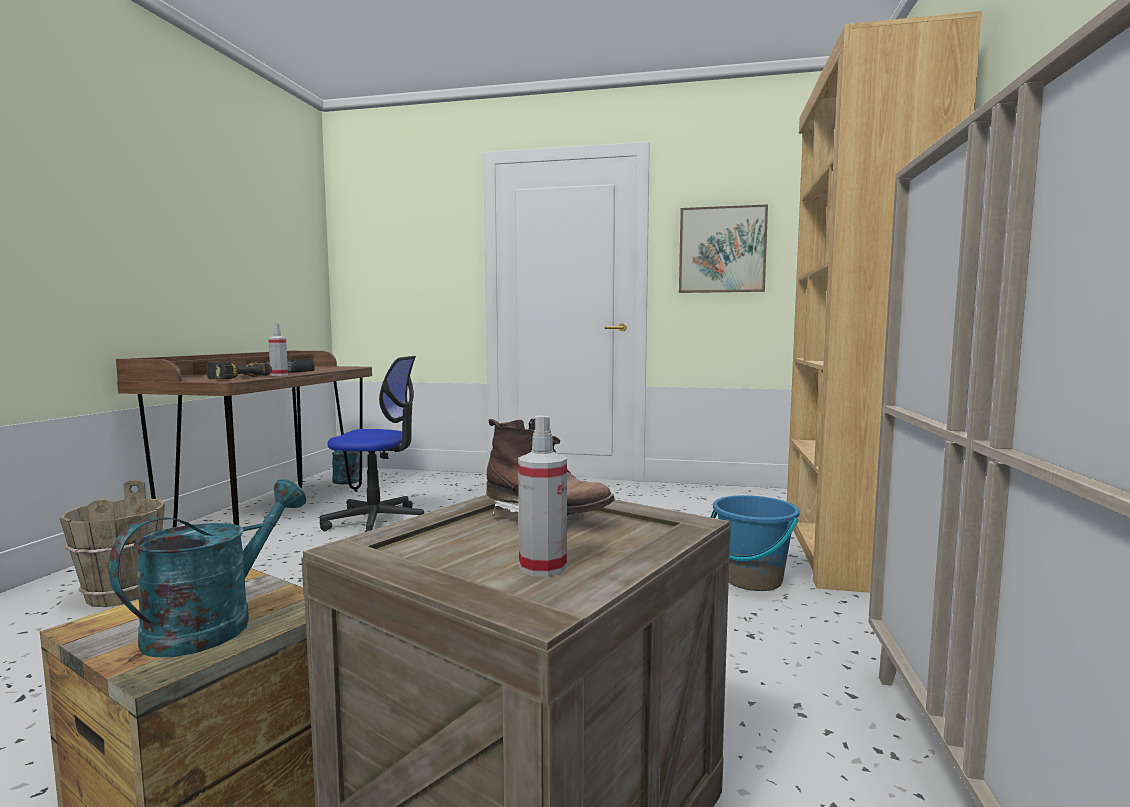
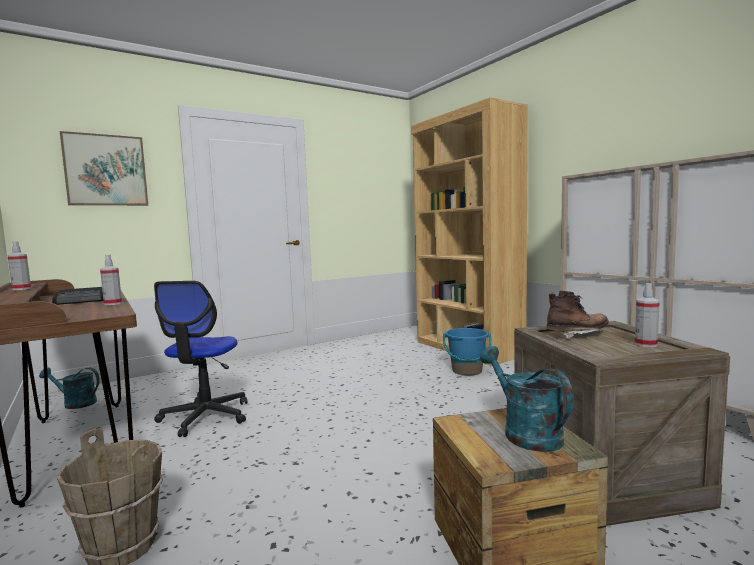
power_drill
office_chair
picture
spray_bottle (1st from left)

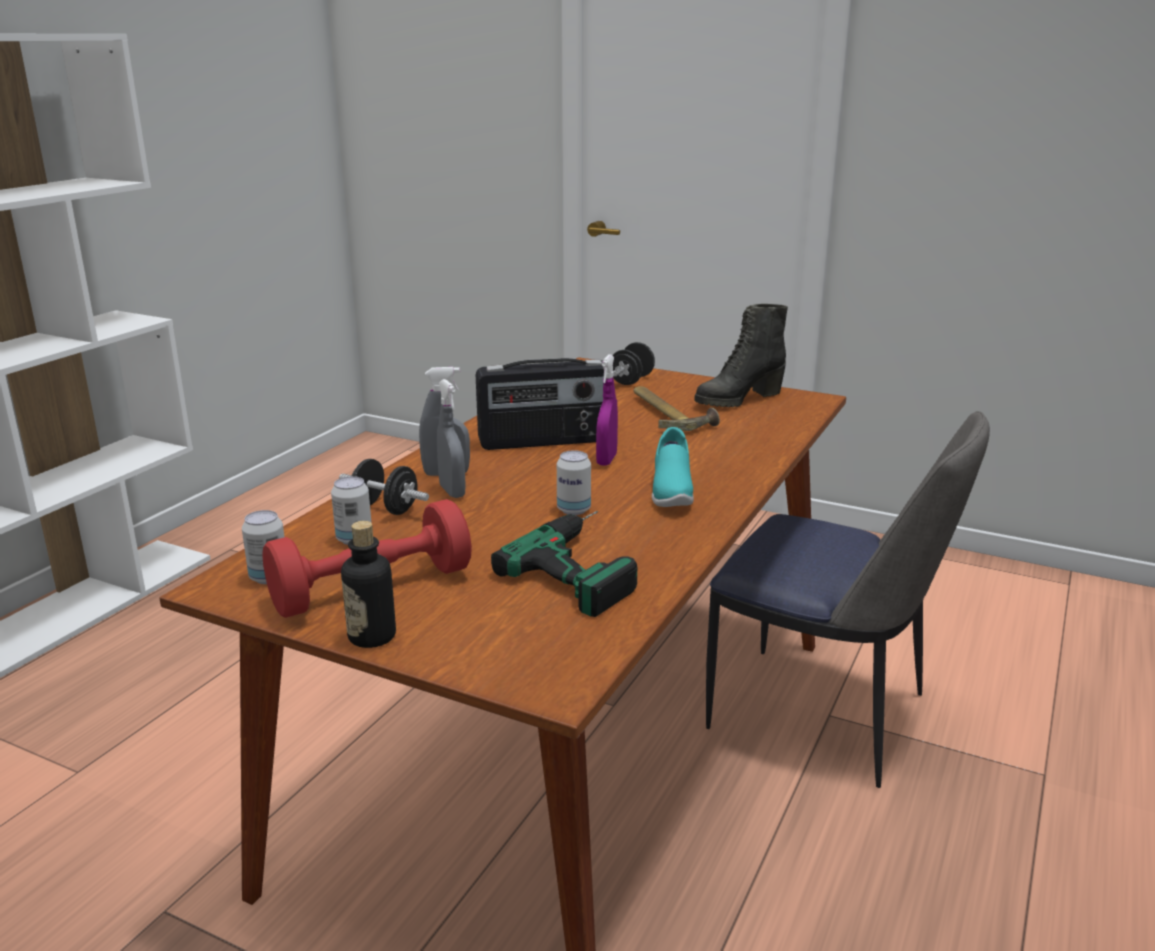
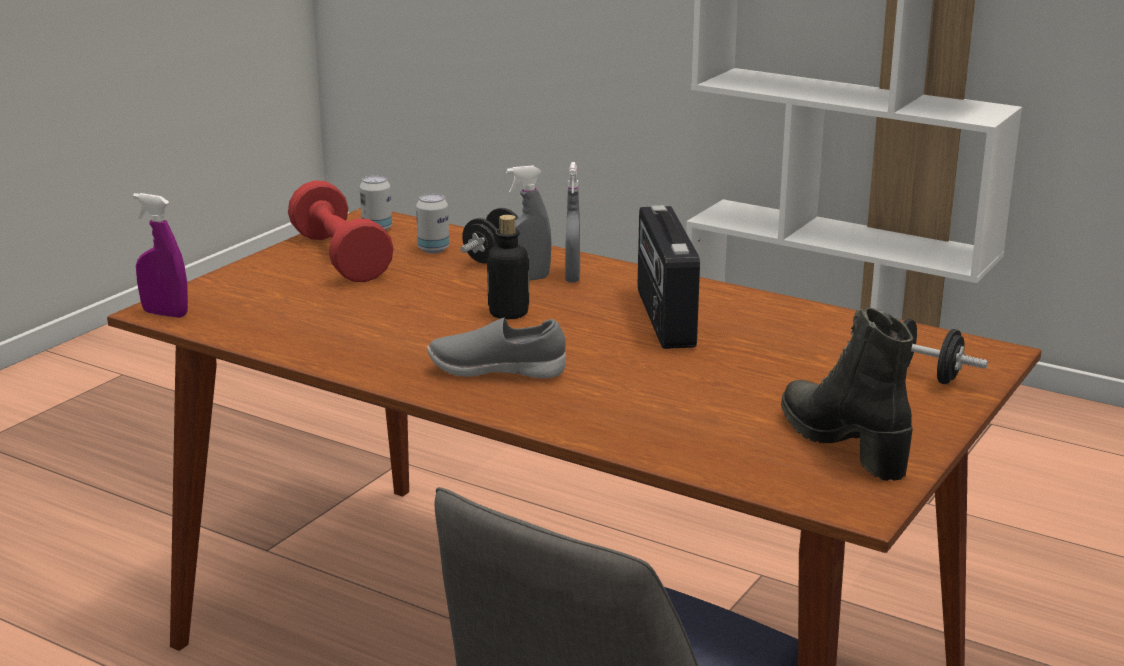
bottle
power_drill
can (3rd from left in the first image)
purple_spray_bottle
hammer
grey_shoe

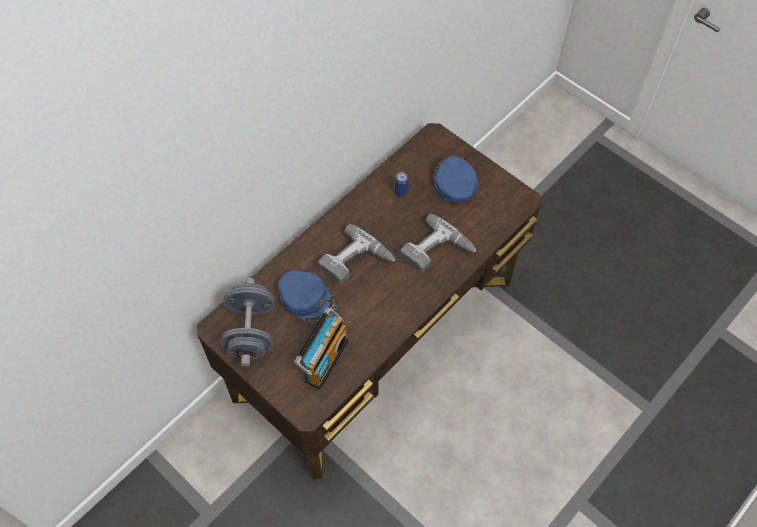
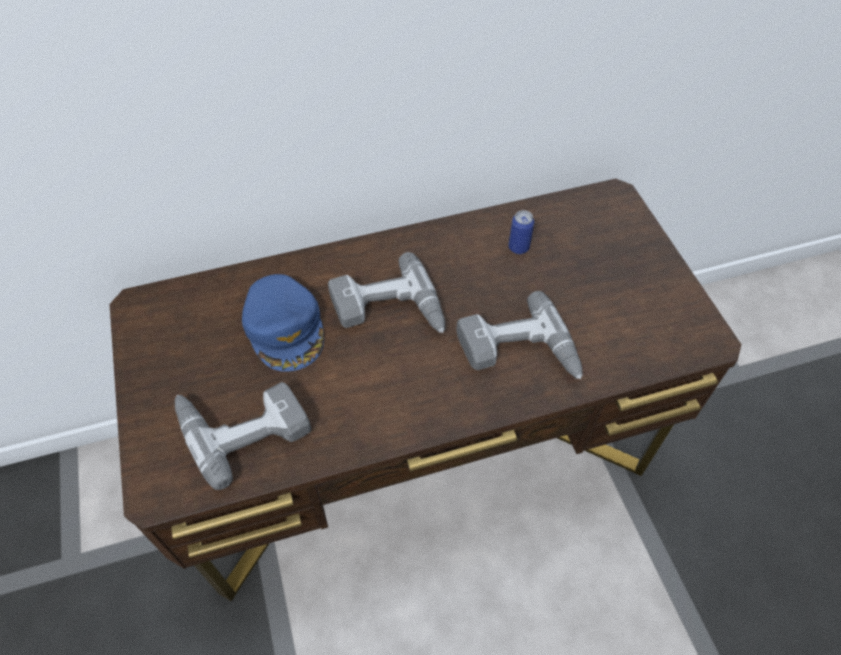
grey_dumbbell
power_drill (1st from left)
blue_cap (2nd from left in the first image)

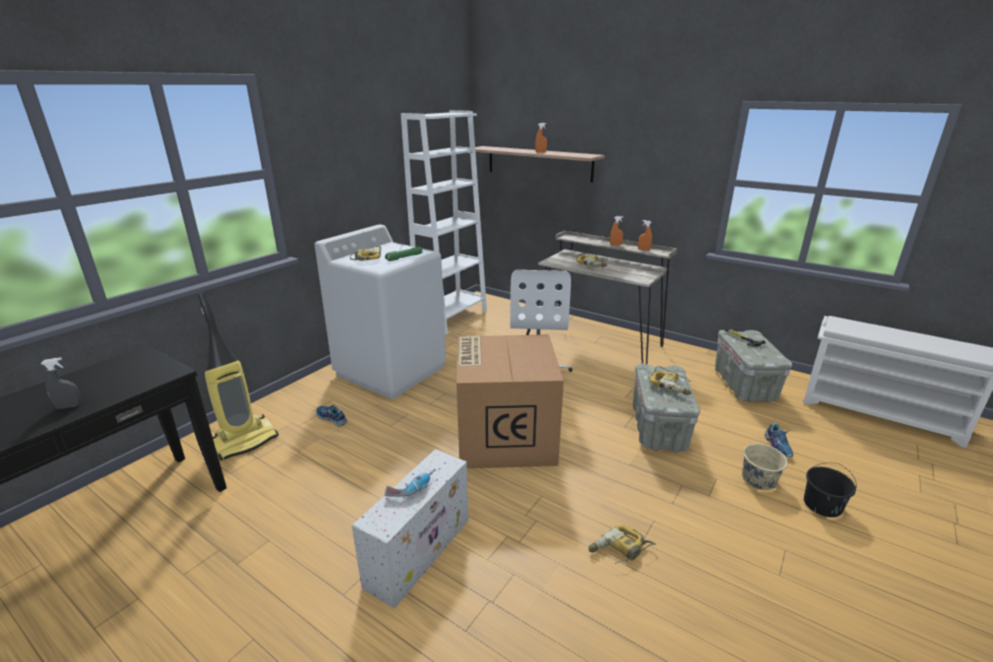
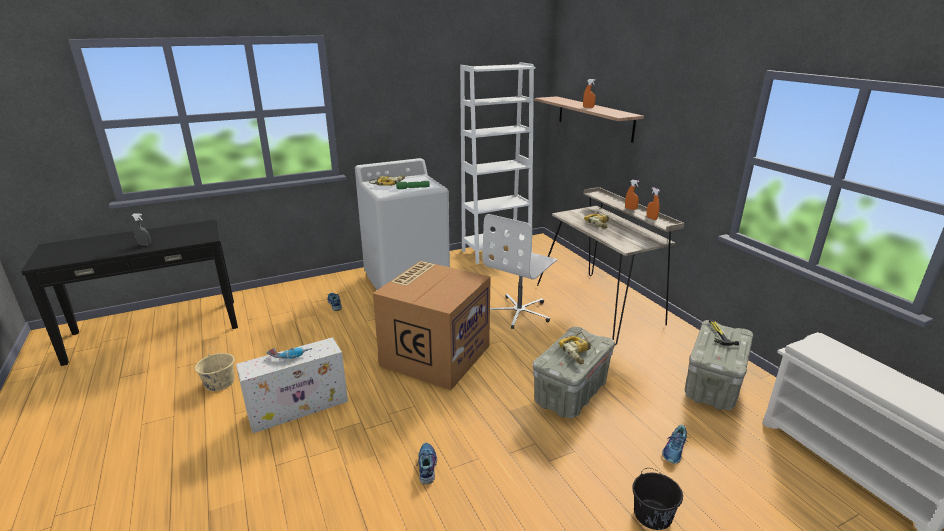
vacuum_cleaner
shoe (2nd from left)
beige_bucket

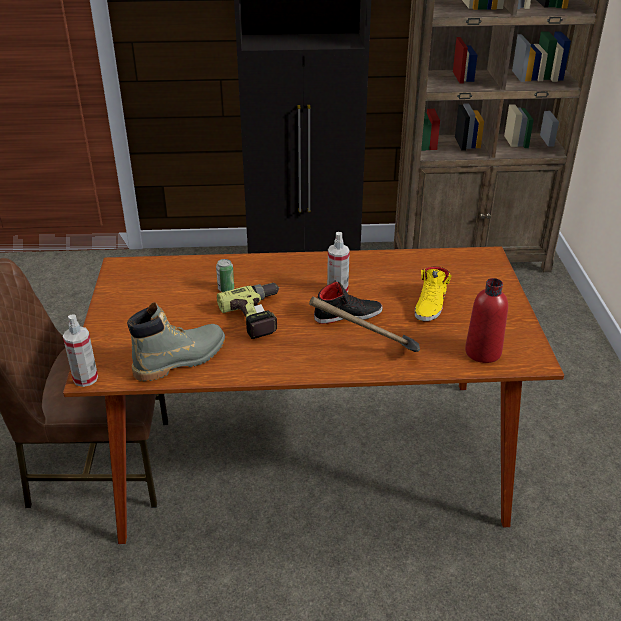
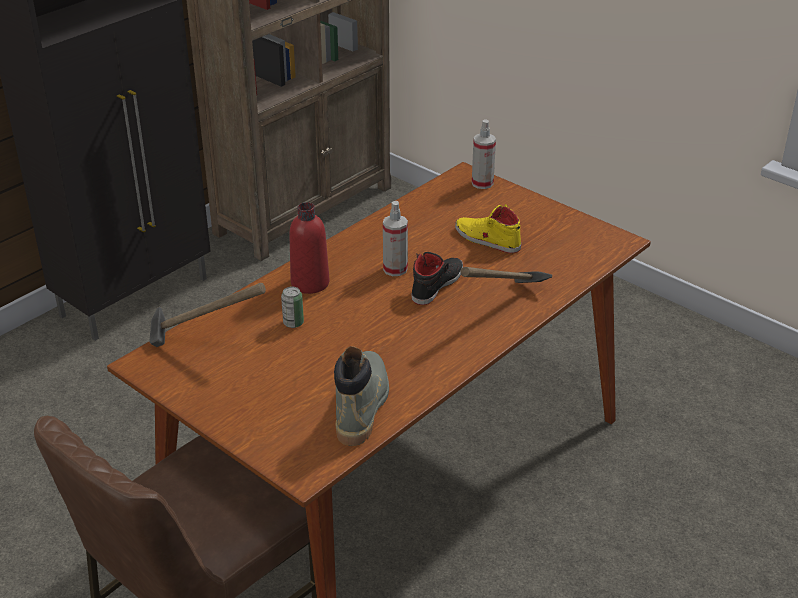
spray_bottle (2nd from left)
power_drill
yellow_shoe
red_bottle
hammer (1st from left)

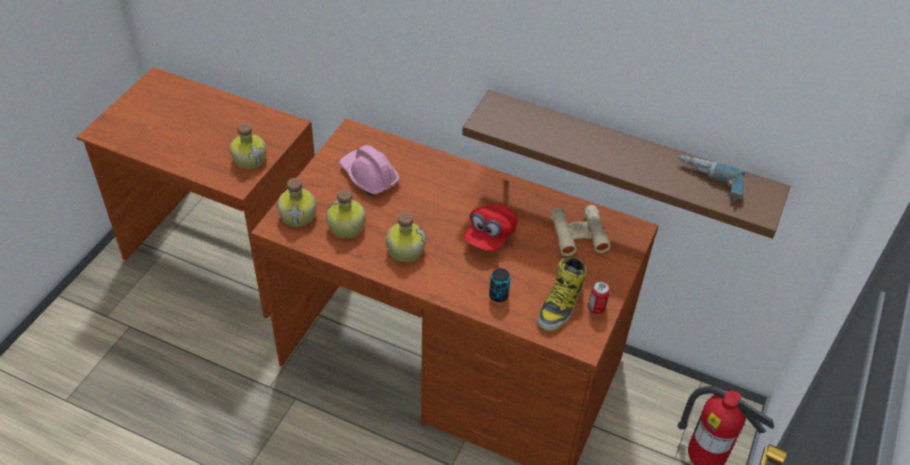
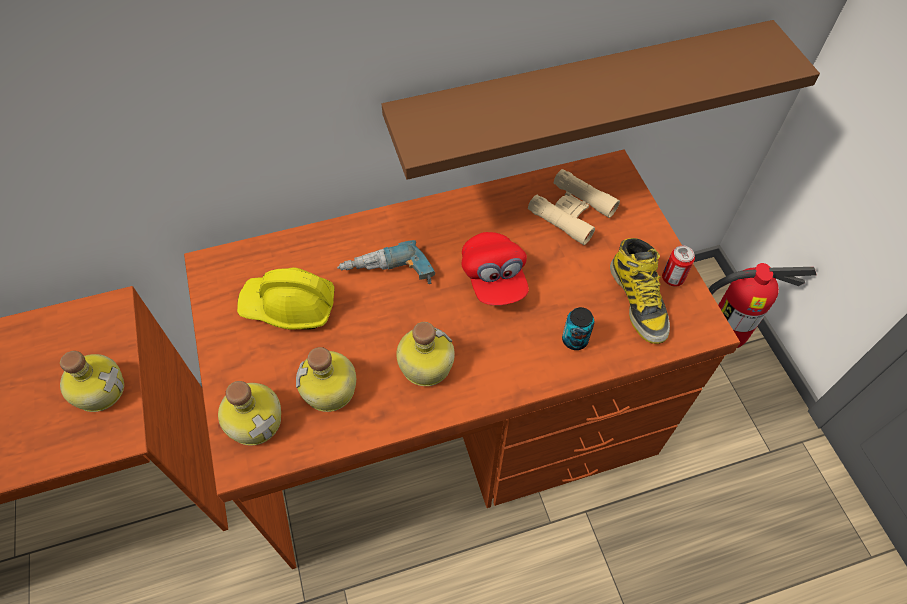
yellow_hard_hat
power_drill

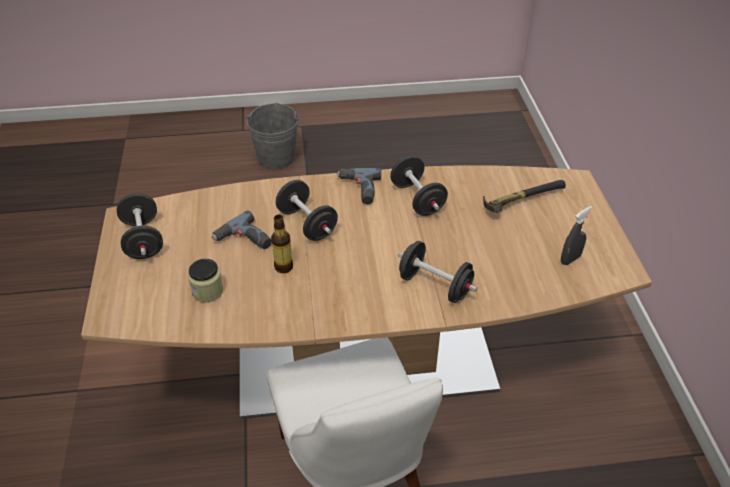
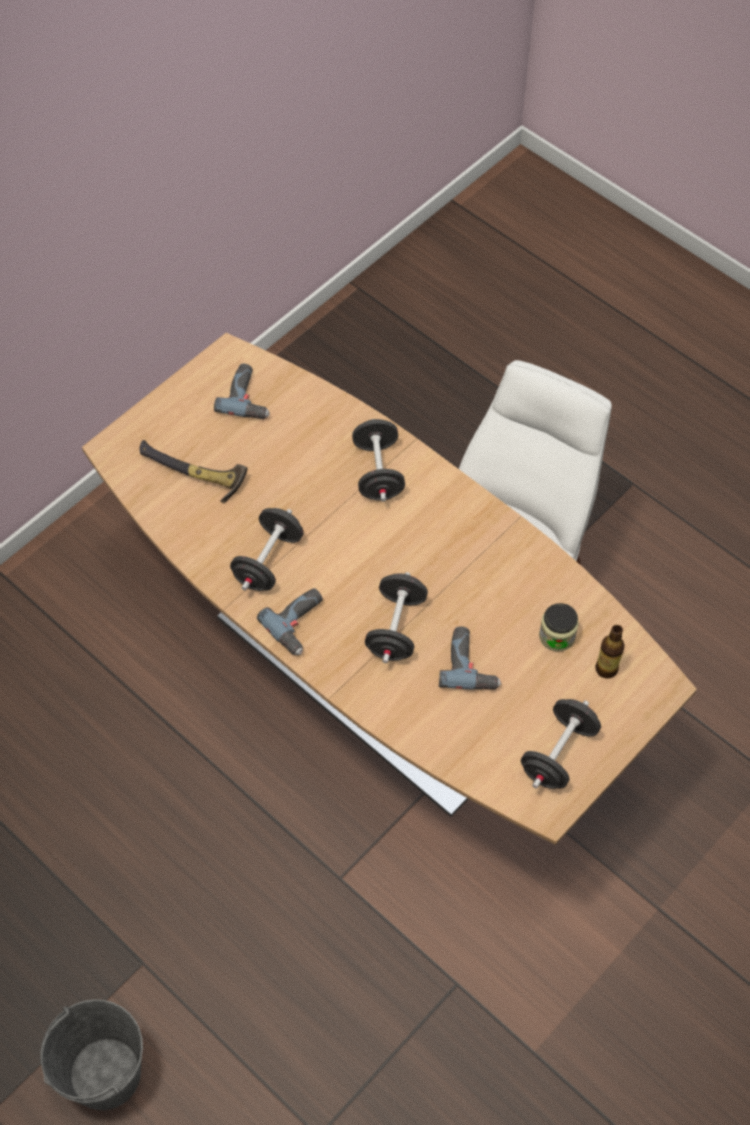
bottle
power_drill (1st from left)

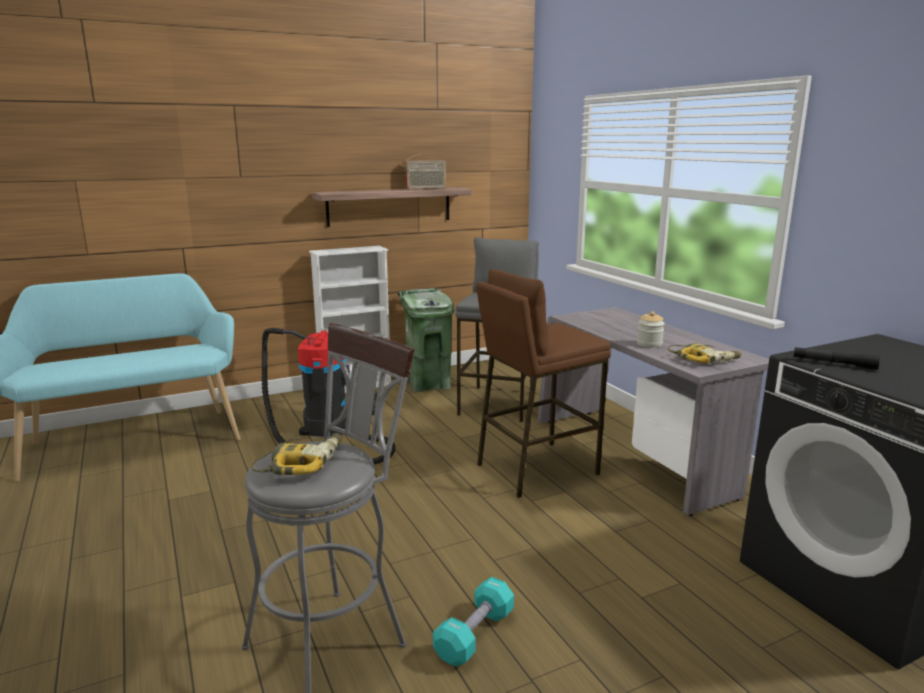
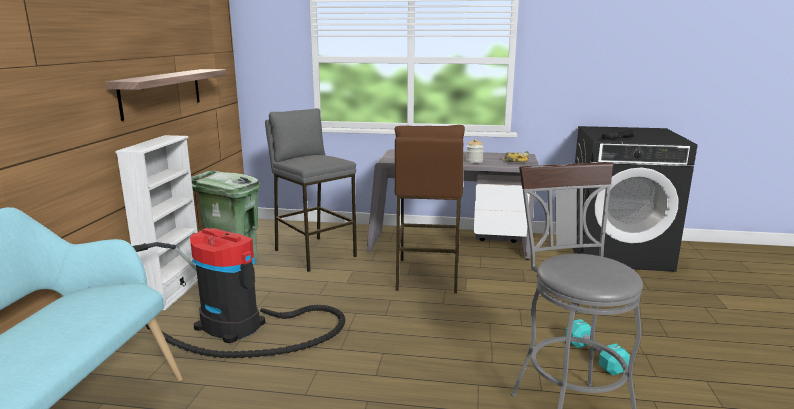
power_drill (1st from left in the first image)
radio

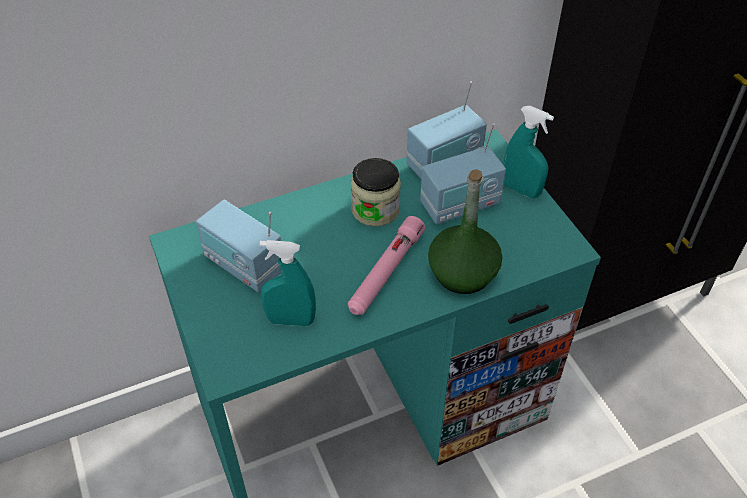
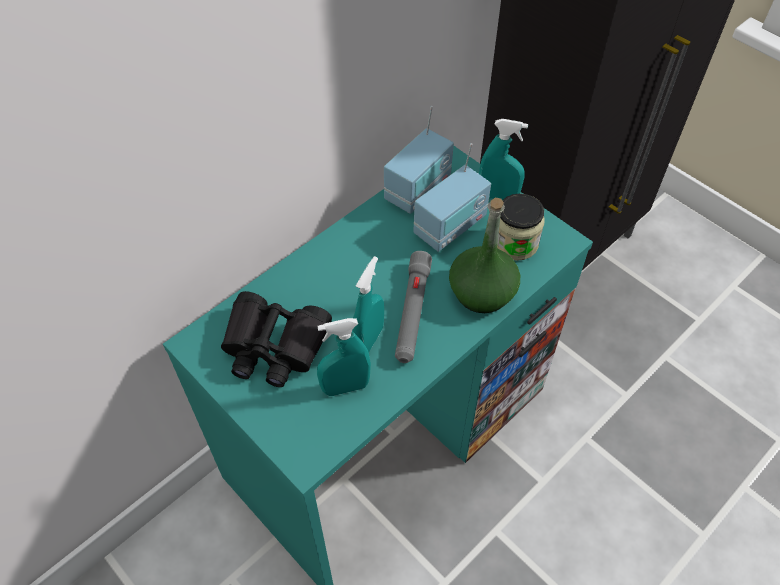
black_binoculars
grey_flashlight
jar
turquoise_spray_bottle (2nd from left)

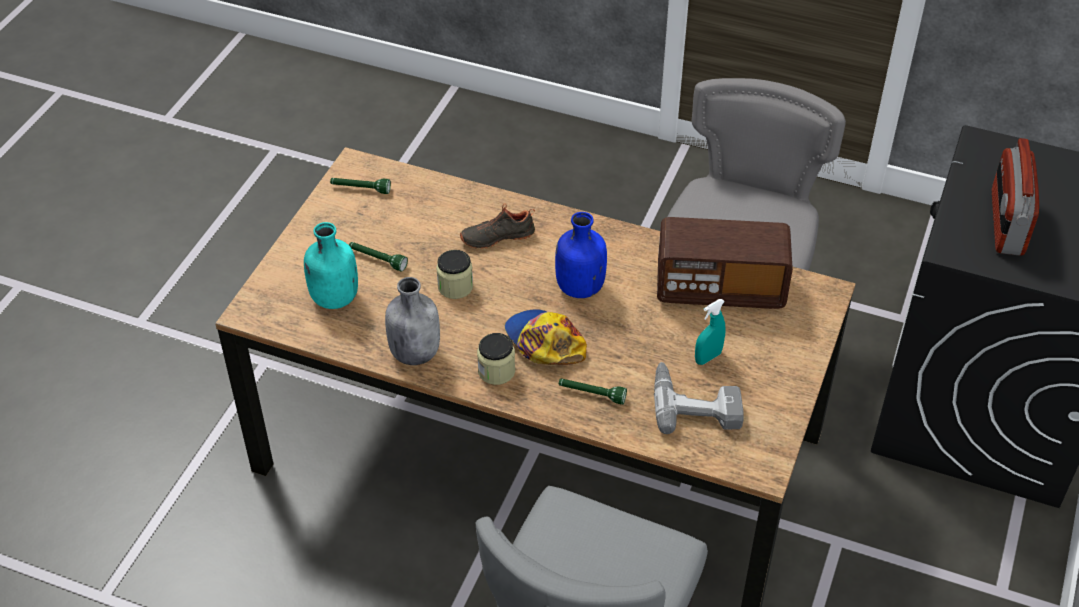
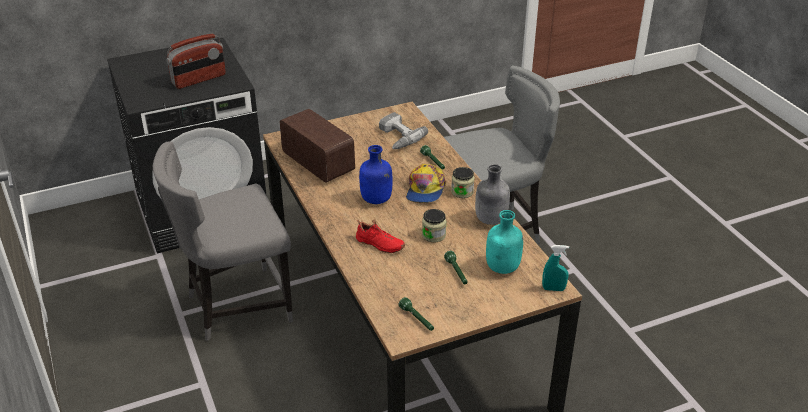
red_shoe
turquoise_spray_bottle

